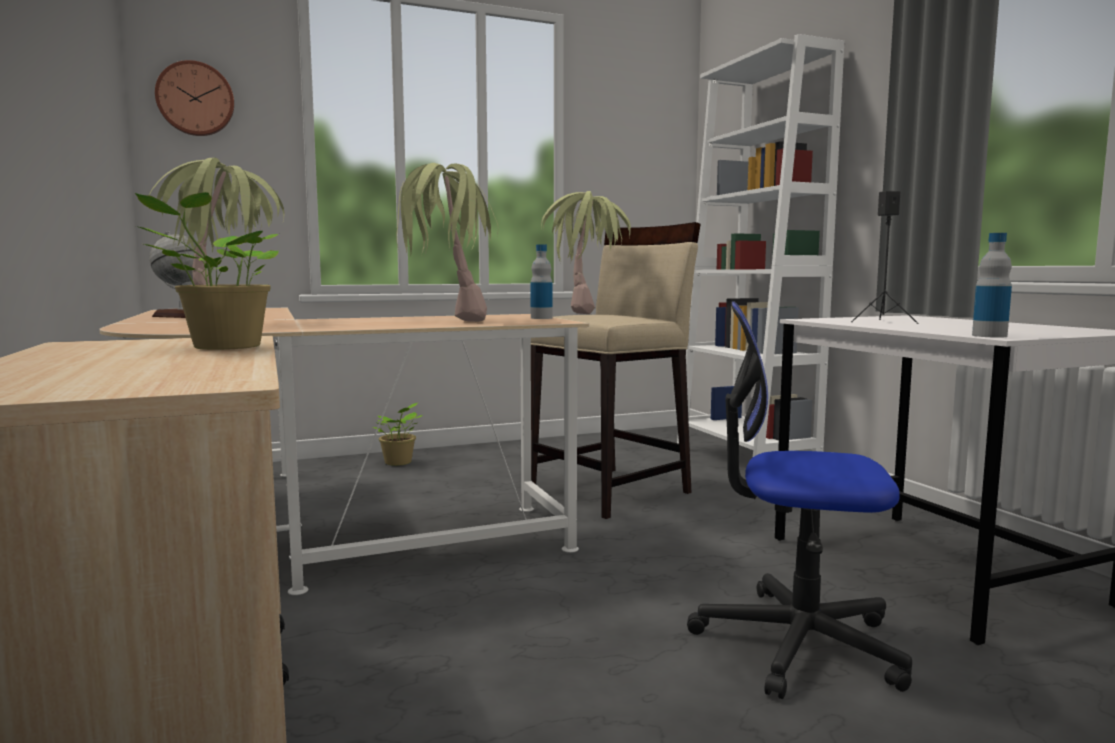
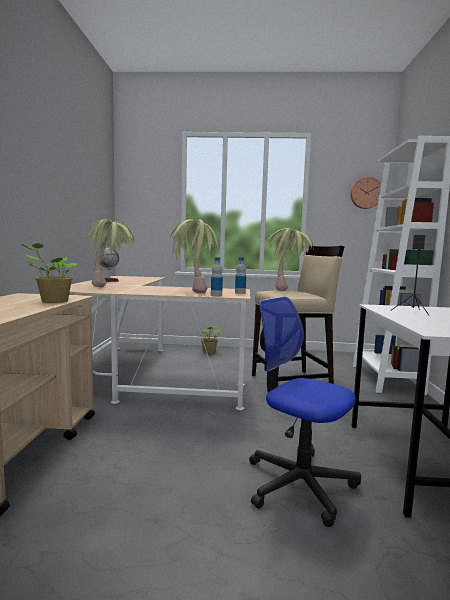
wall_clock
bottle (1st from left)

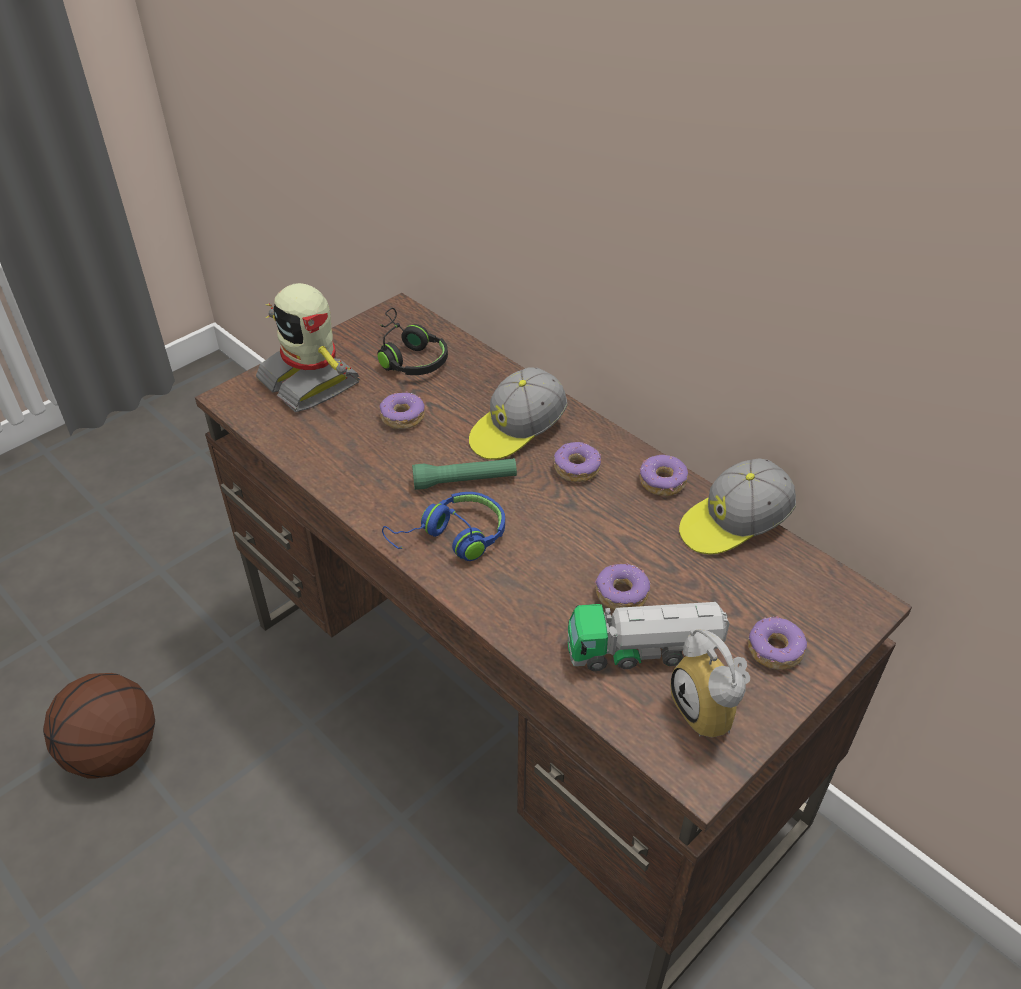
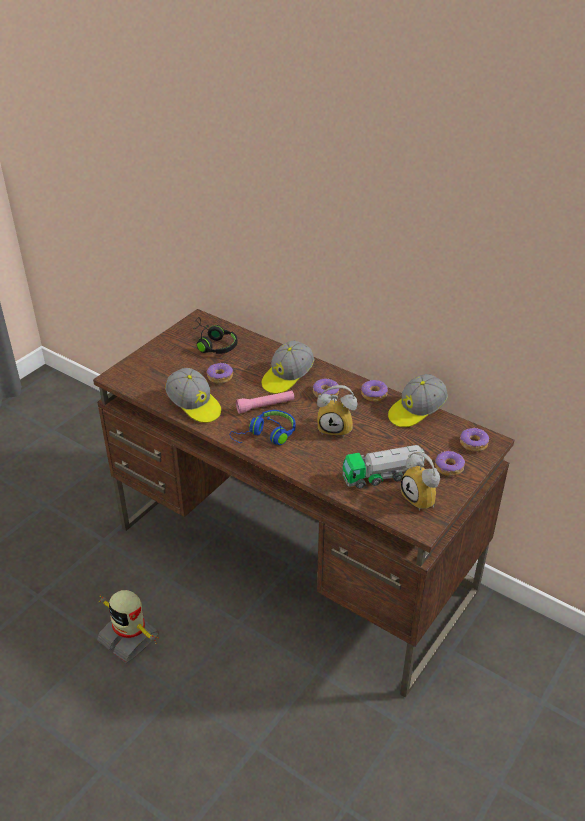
basketball
toy_robot
pink_flashlight
donut (5th from left)
cap (1st from left)
alarm_clock (1st from left)

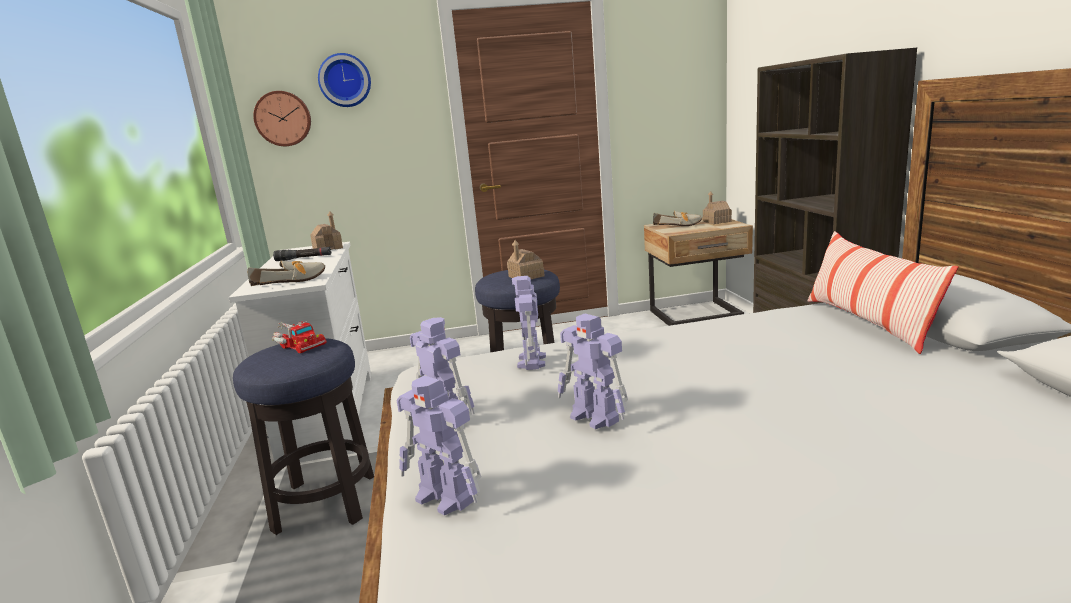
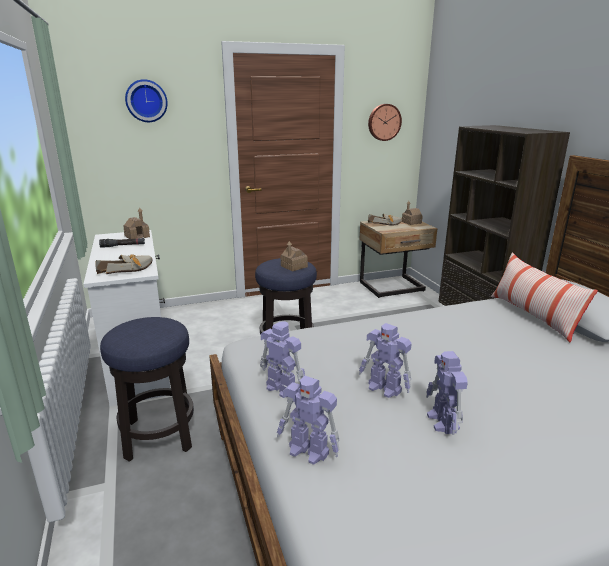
wall_clock (2nd from left)
toy_truck
toy_robot (4th from left)

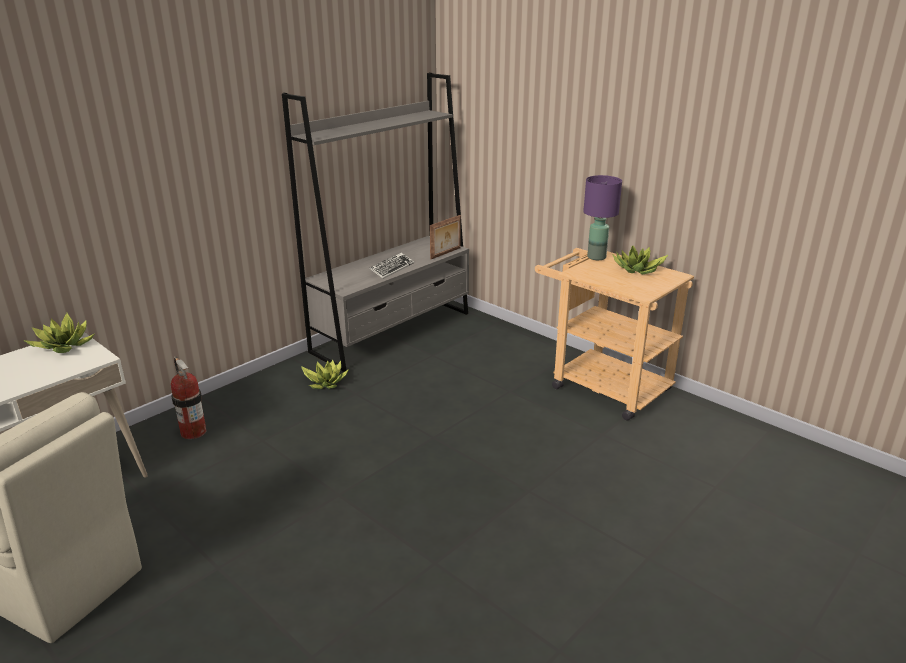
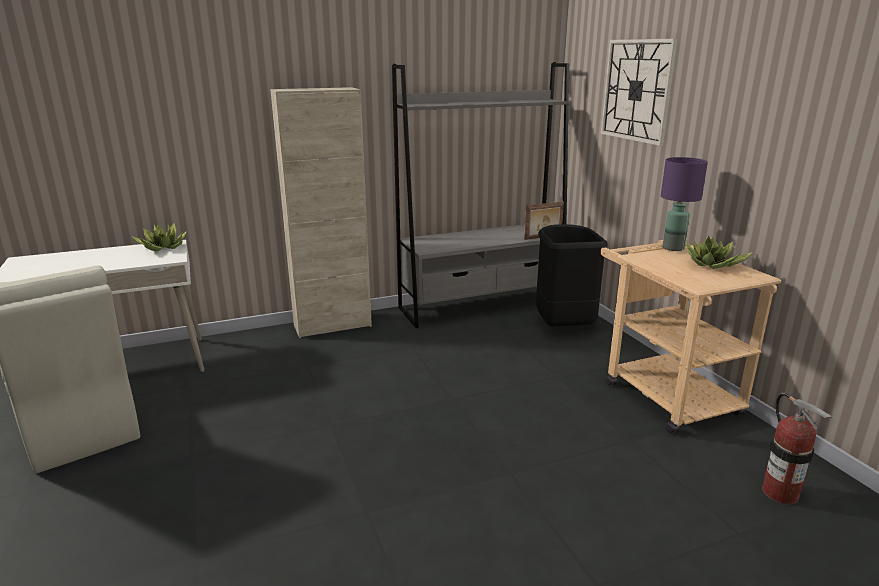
fire_extinguisher
potted_plant (2nd from left in the first image)
keyboard
beige_cabinet
black_trash_can
wall_clock

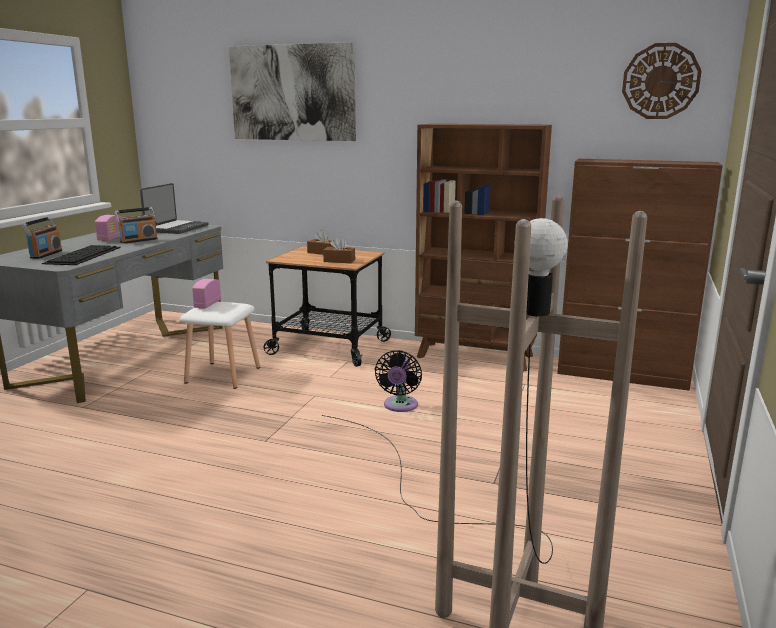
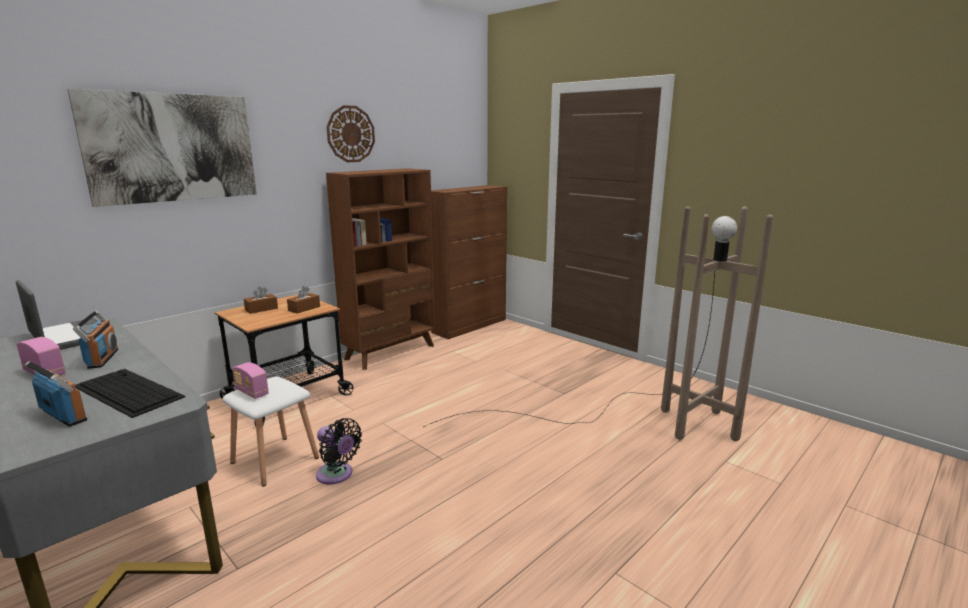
black_fan
wall_clock

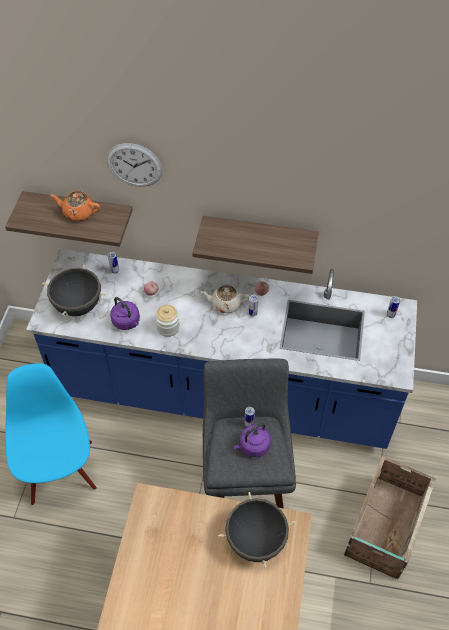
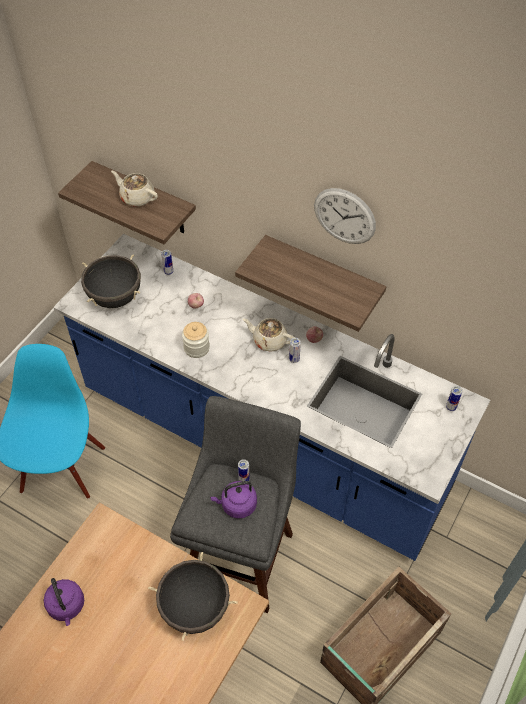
beige_teapot (1st from left)
wall_clock
purple_kettle (1st from left)

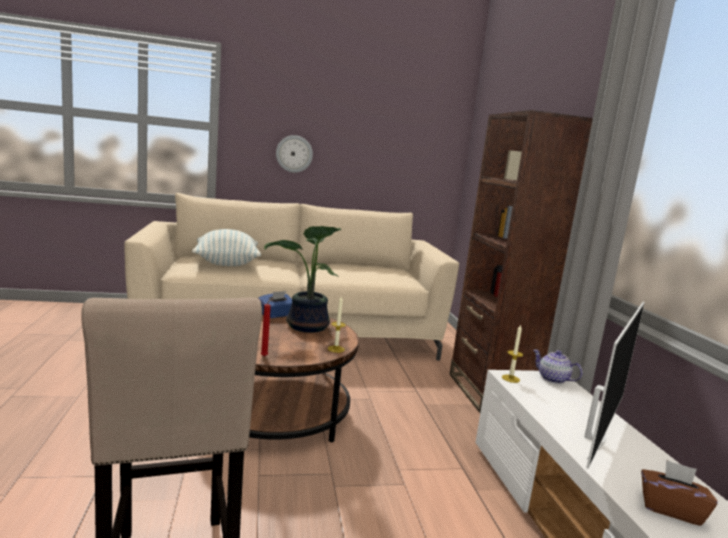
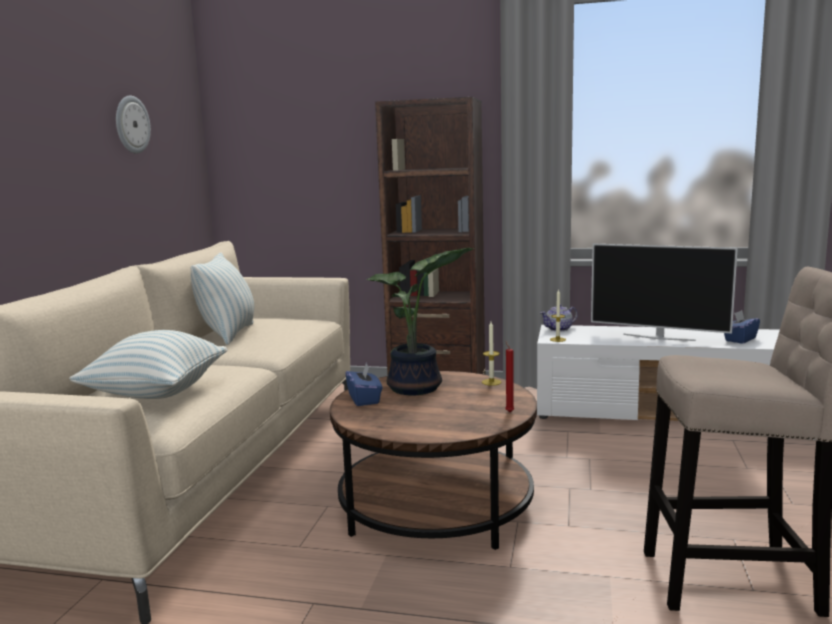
wall_clock
television
blue_tissue_box (2nd from left)
pillow (2nd from left)

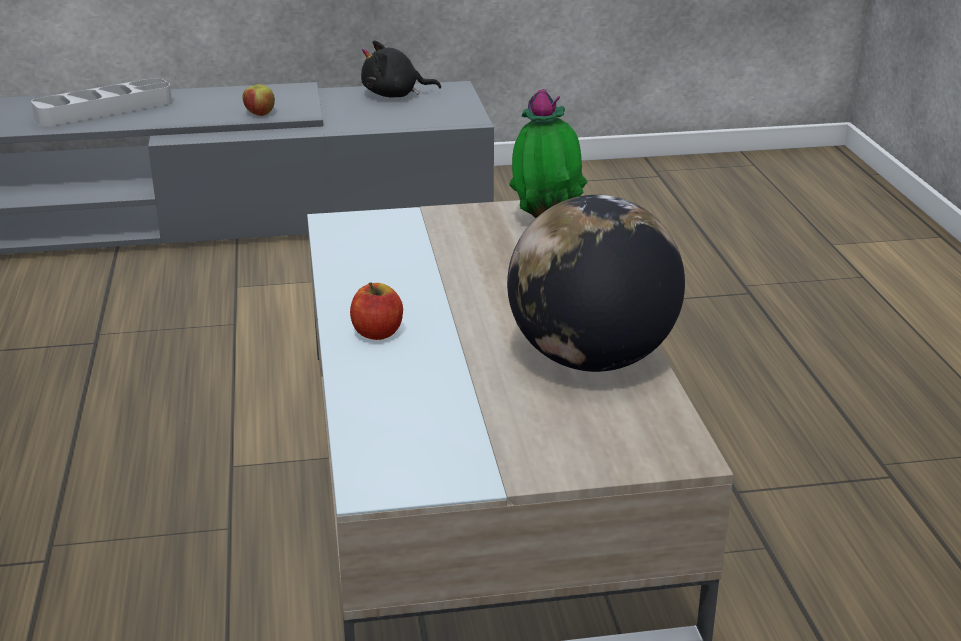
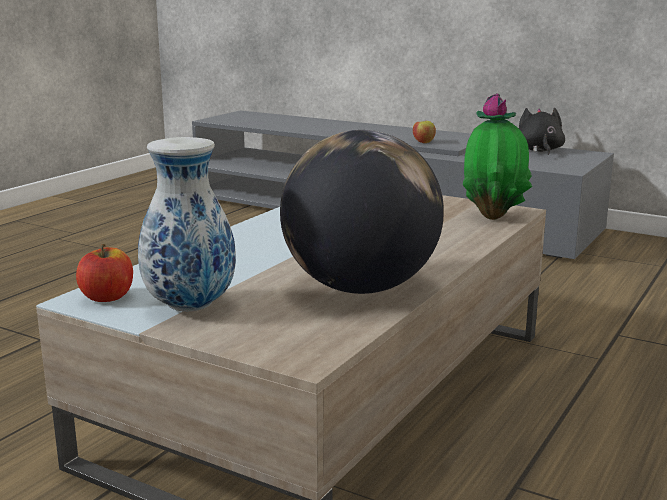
grey_tray
apple (1st from left)
black_plush_toy
vase

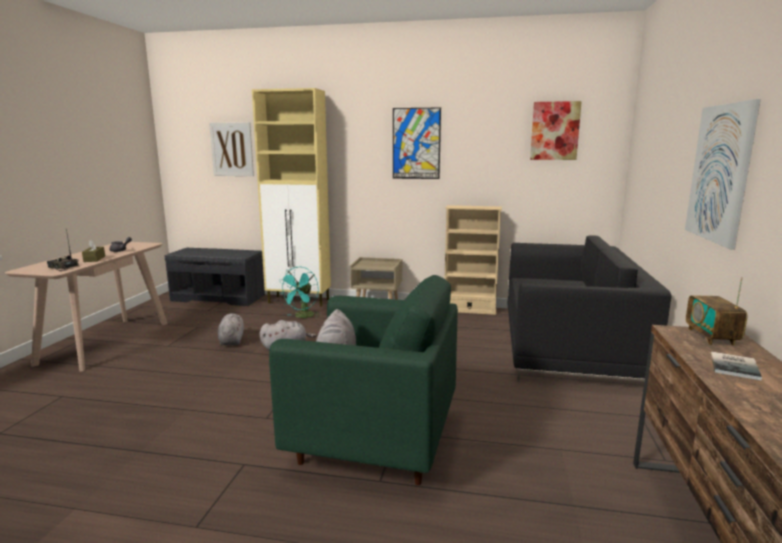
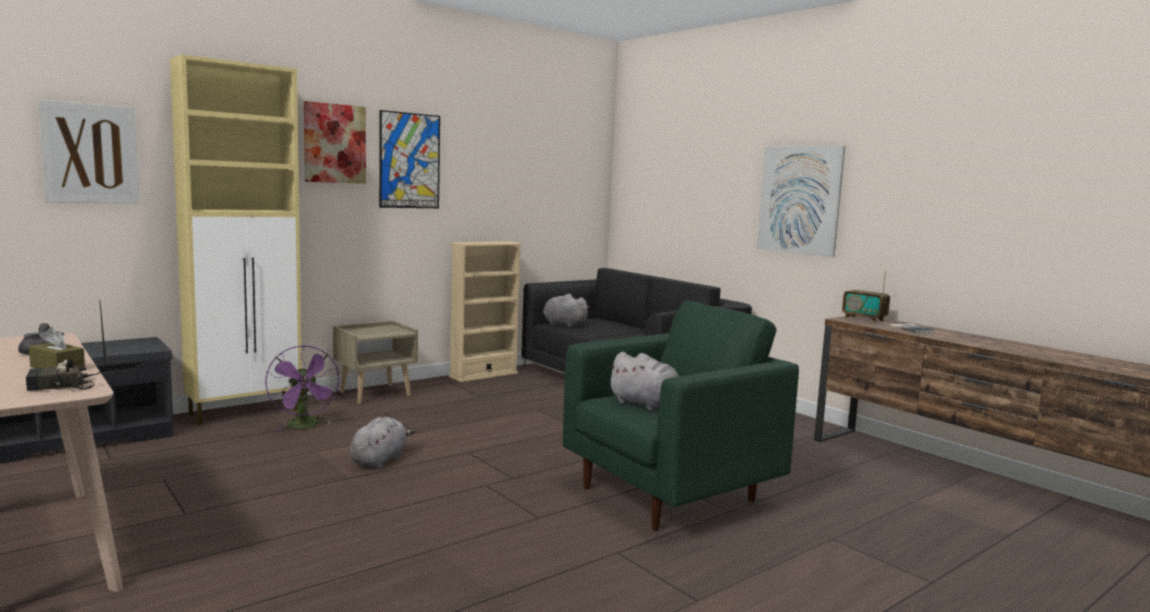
grey_plush_toy (2nd from left)
purple_fan
picture (2nd from left)

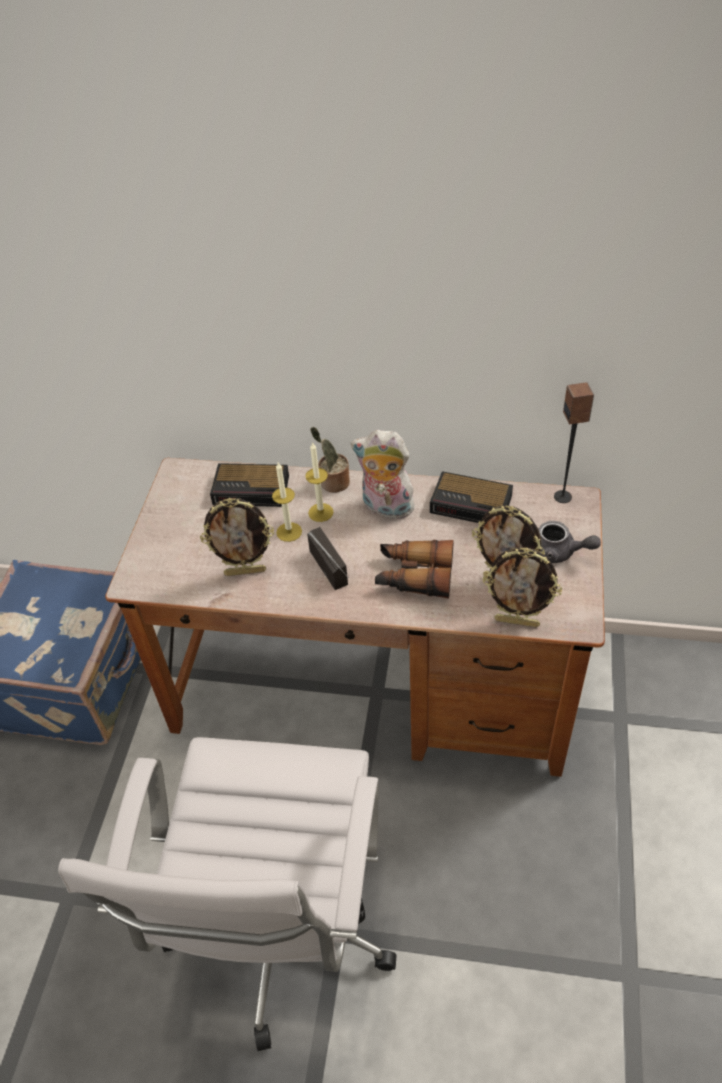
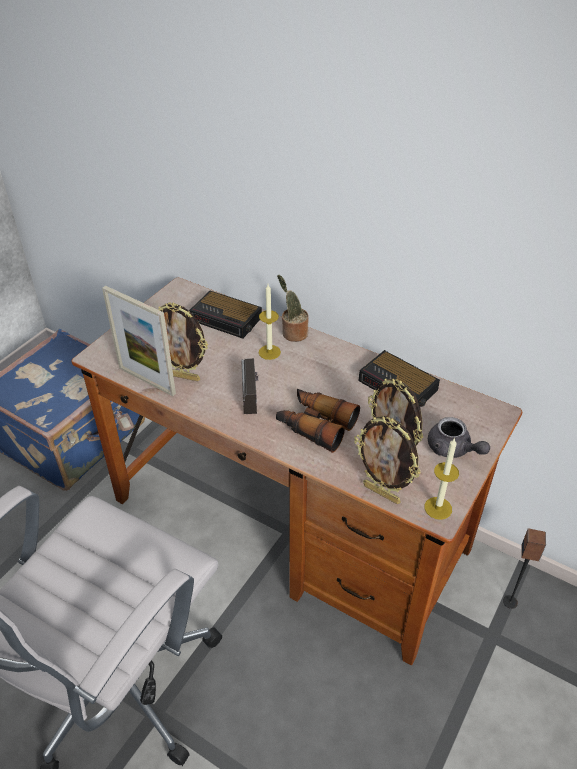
candle (2nd from left)
plush_toy
speaker
picture_frame (1st from left)

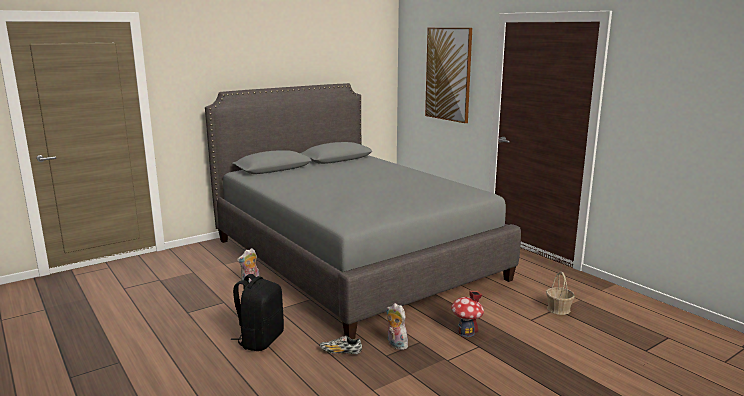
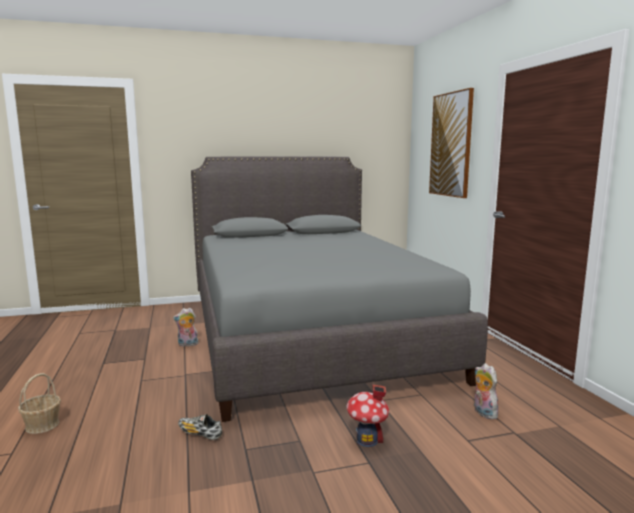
black_backpack
plush_toy (2nd from left)
basket

